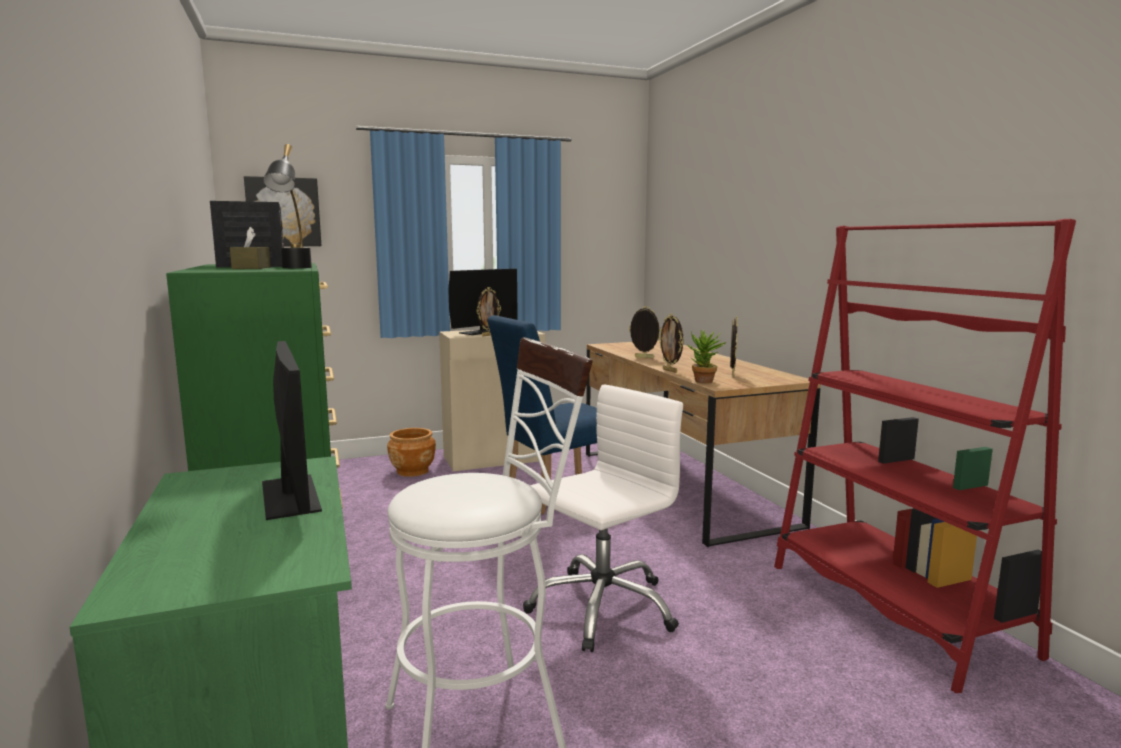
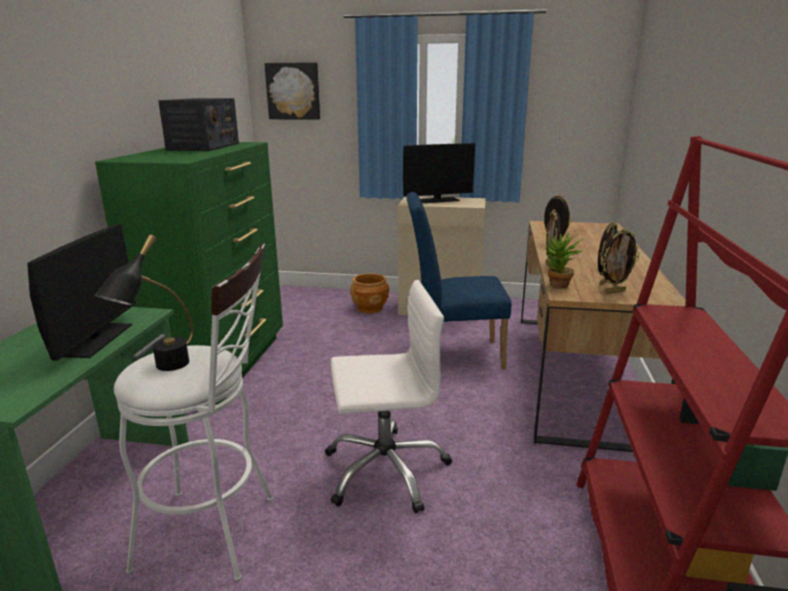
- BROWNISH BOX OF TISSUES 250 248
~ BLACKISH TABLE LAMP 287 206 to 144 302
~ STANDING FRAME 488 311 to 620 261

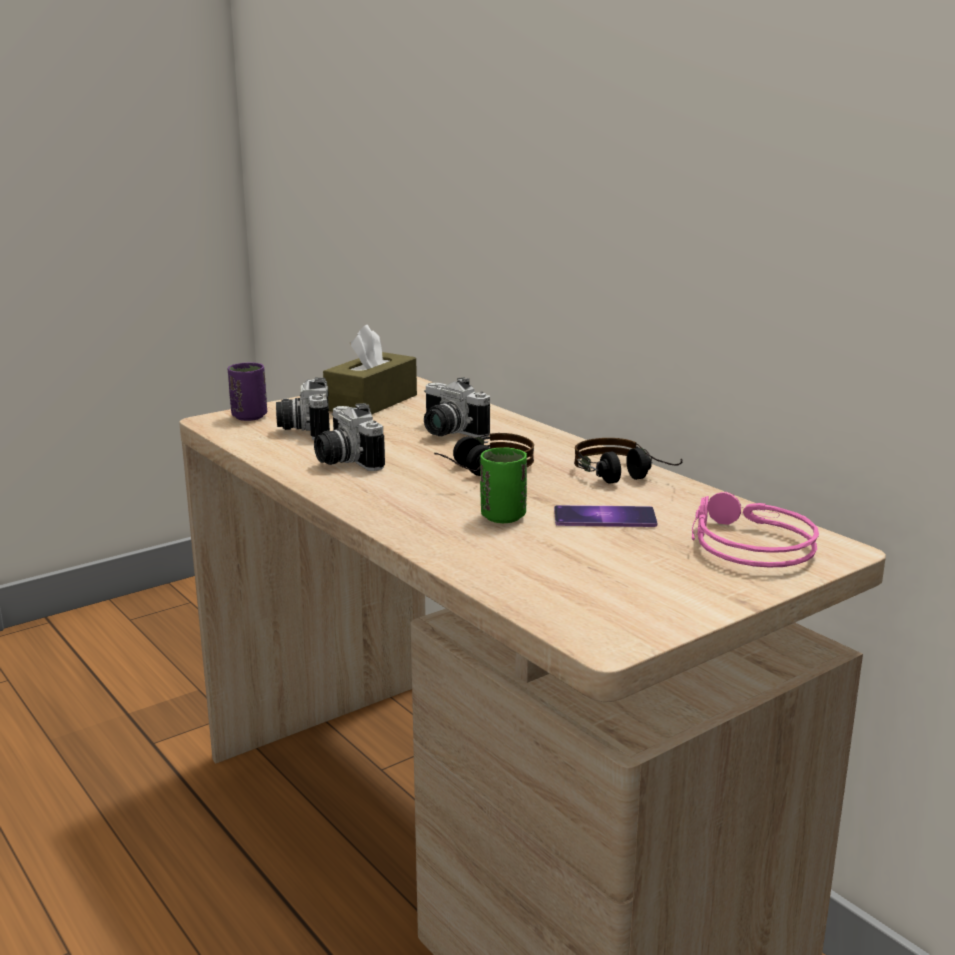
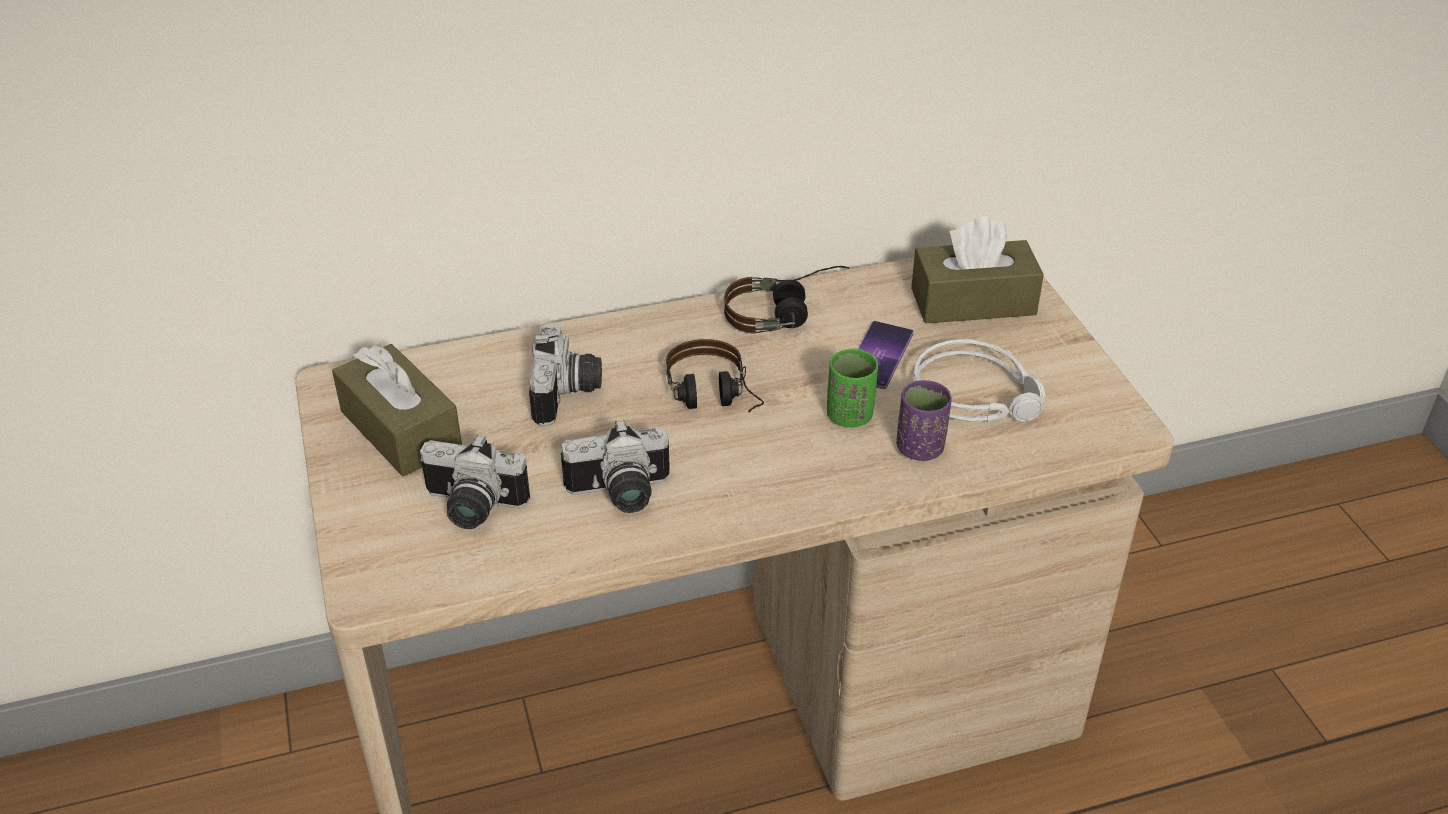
+ GRAY PAIR OF HEADPHONES 979 380
~ PURPLE CUP 247 392 to 924 420
~ PINK-COLOURED PAIR OF HEADPHONES 755 529 to BROWNISH BOX OF TISSUES 977 270
~ PHOTO CAMERA 457 407 = 565 375 60 degrees counterclockwise

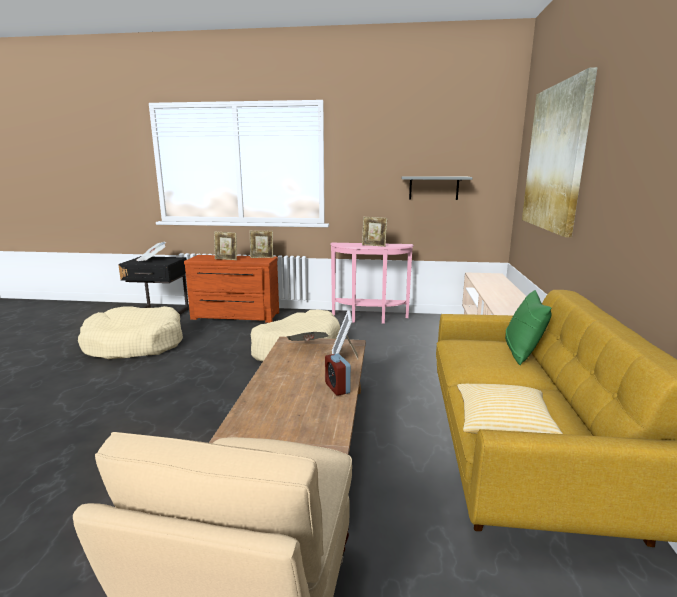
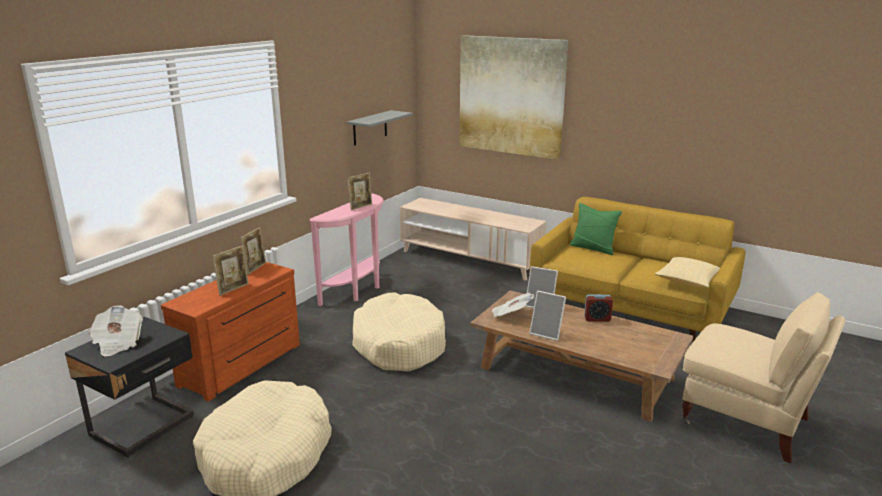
+ STANDING FRAME 547 315

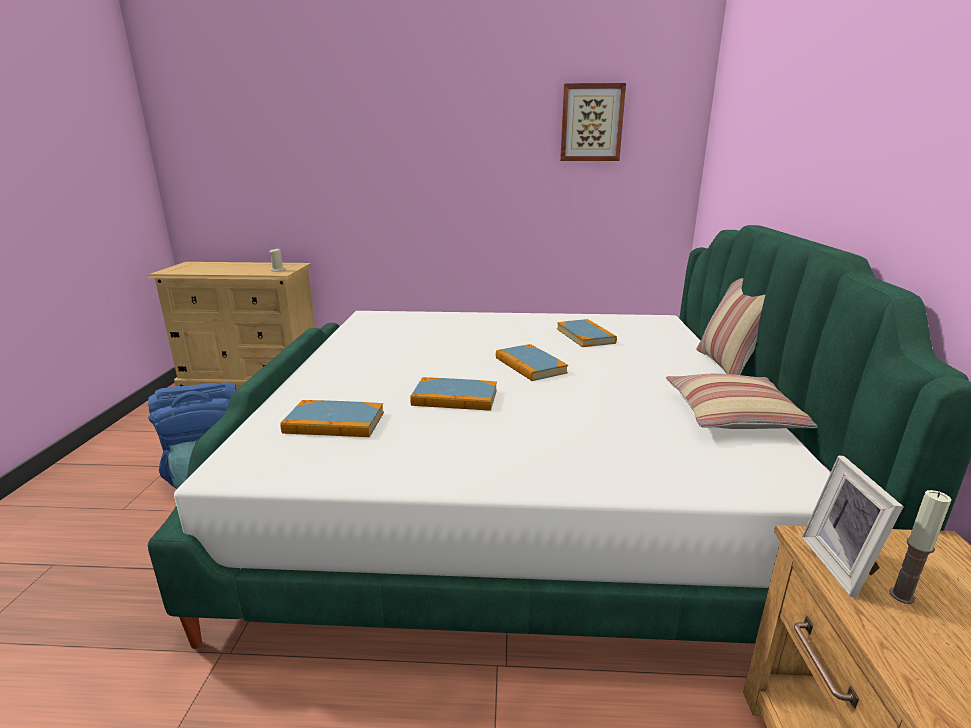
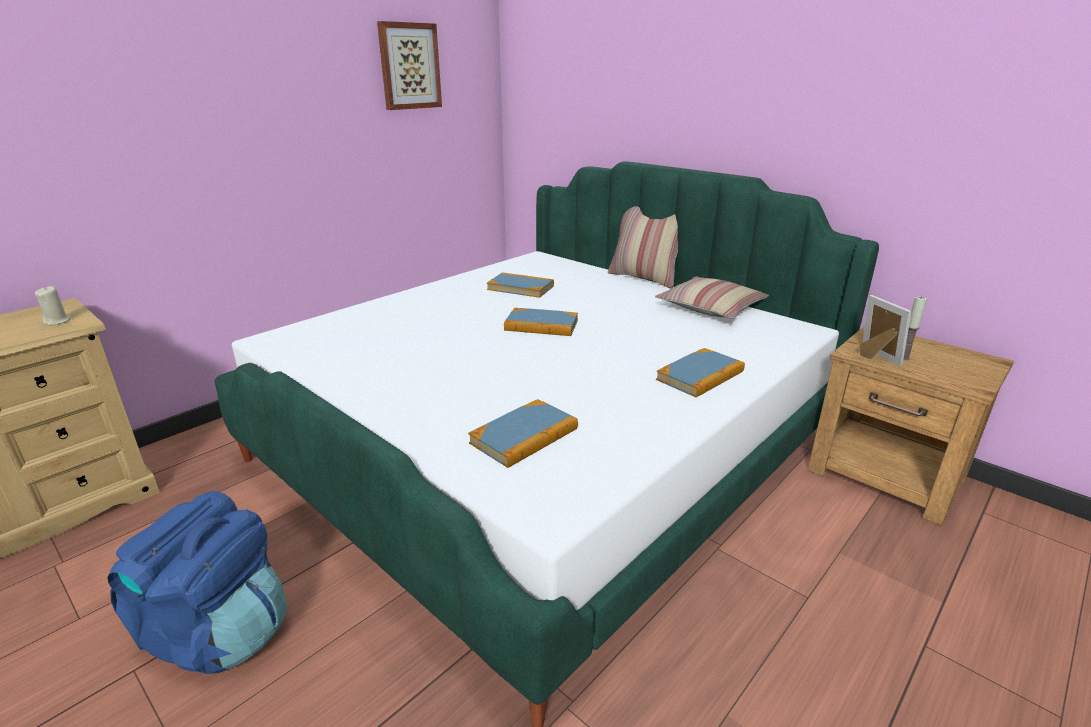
~ BOUND BOOK 453 394 to 700 373
~ STANDING FRAME 853 526 = 885 330 150 degrees counterclockwise

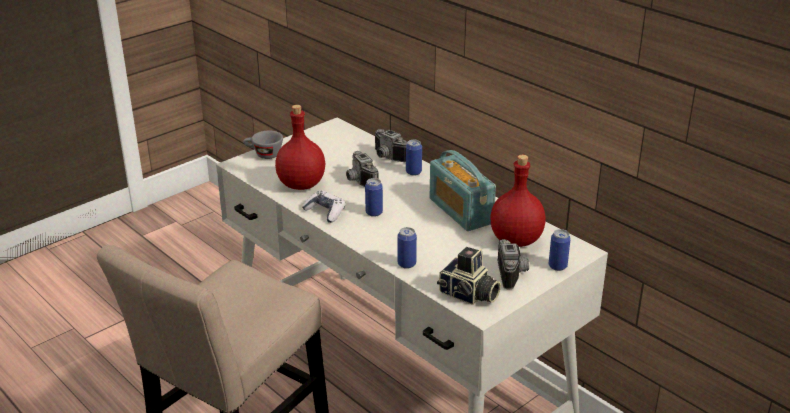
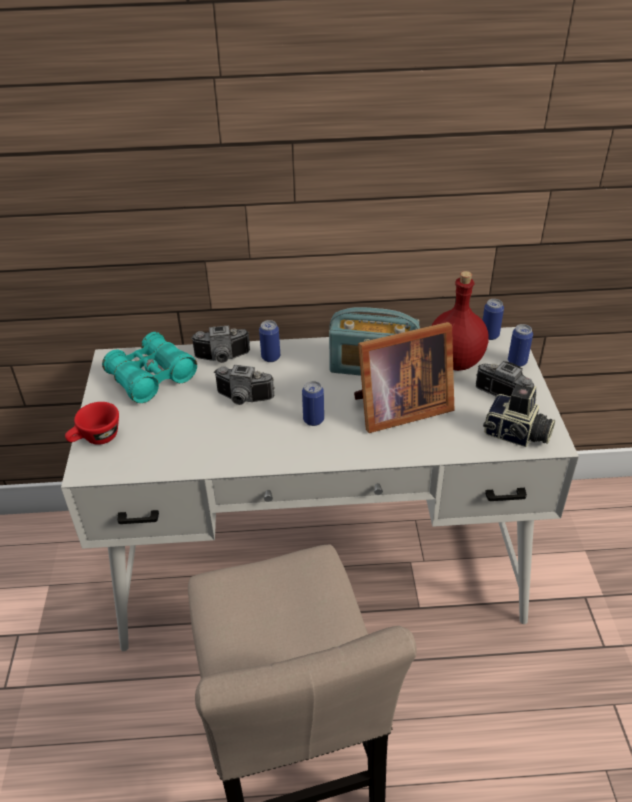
- RED-COLOURED BOTTLE 300 147
- GAME CONTROLLER 323 207
+ TURQUOISE-COLOURED FIELD GLASSES 149 367
+ STANDING FRAME 404 377
~ METAL CAN 407 248 to 493 319
~ GRAY CUP 263 145 to RED-COLOURED CUP 92 423
~ PHOTO CAMERA 469 276 = 519 415 45 degrees clockwise

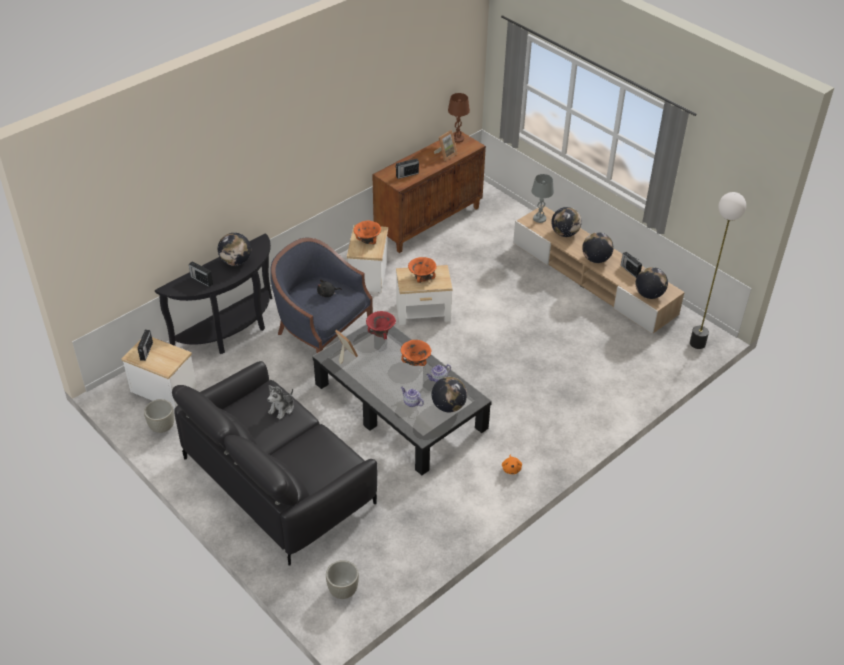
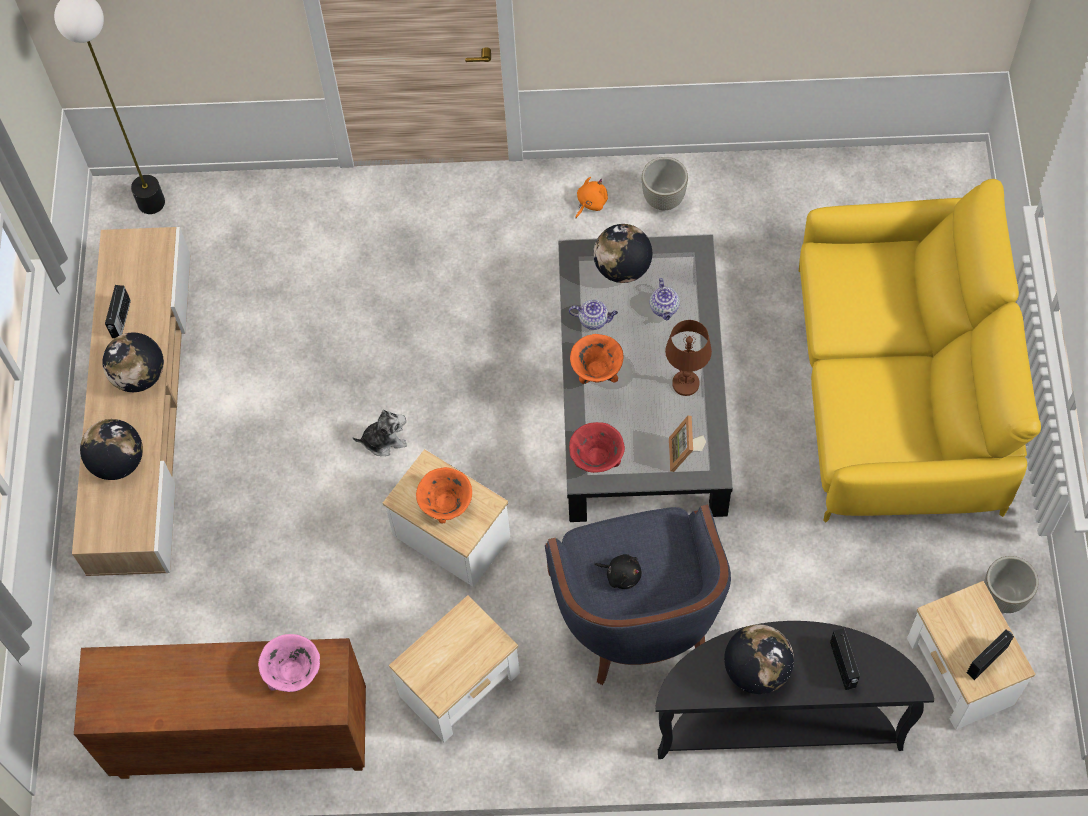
- ORANGE SERVING BOWL 367 233
- STANDING FRAME 445 145
- GRAY TABLE LAMP 543 198
- DESK GLOBE 652 283
~ SOFT TOY 280 402 to 380 433
~ GRAY PLANTER 342 579 to 665 183
~ BROWNISH TABLE LAMP 459 118 to 688 358
~ RADIO SET 407 168 to PINK-COLOURED SERVING BOWL 289 663
~ BLACKISH SETTEE 274 463 to YELLOW-COLOURED SETTEE 920 350

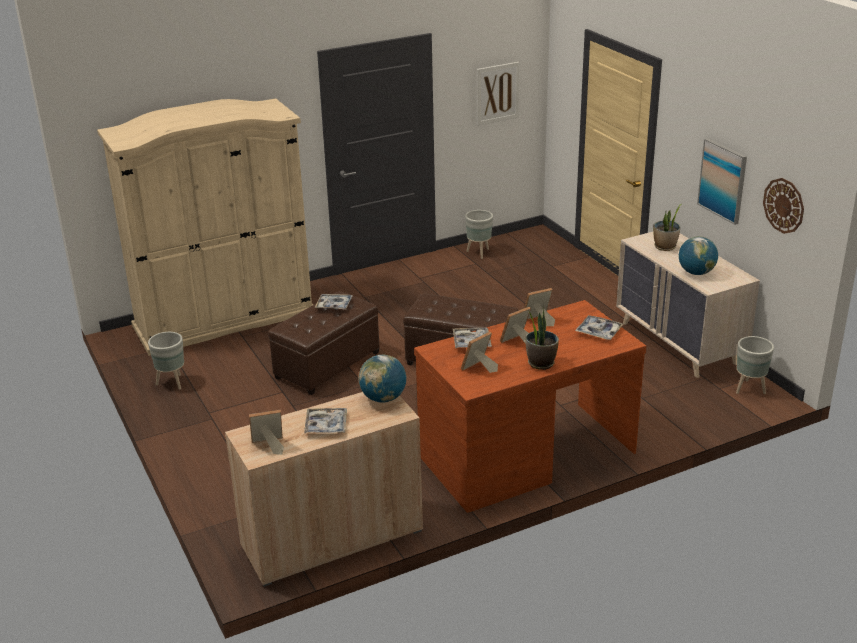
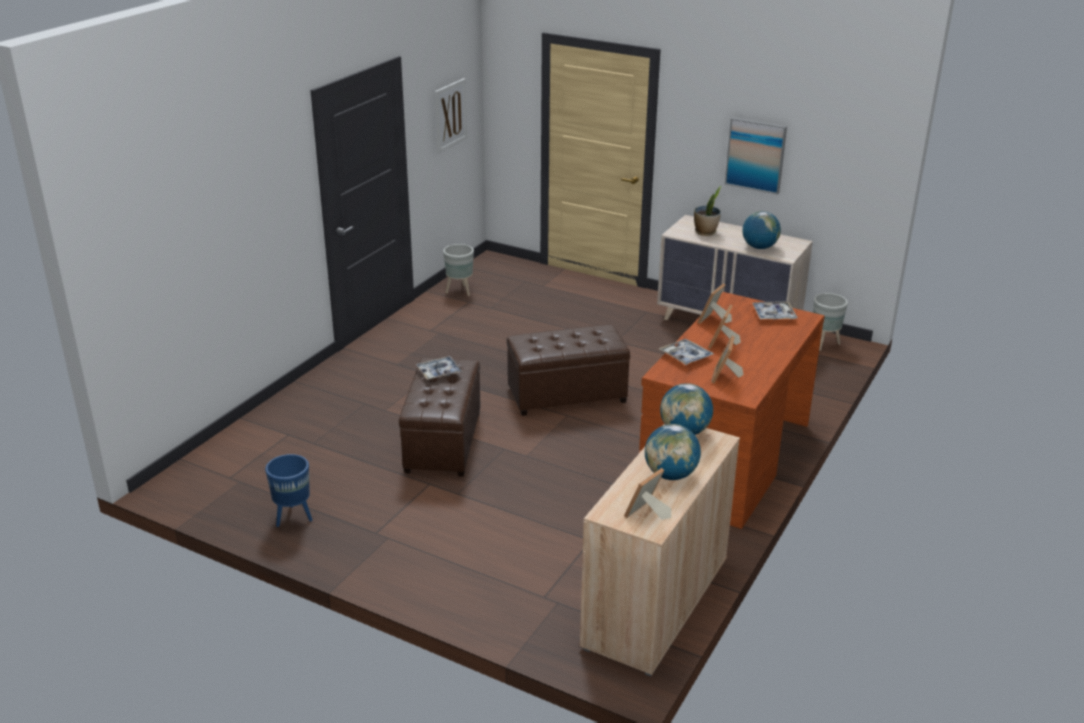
- BEIGE CLOTHES CUPBOARD 205 227
- PLANT IN A POT 542 339
- HANGING CLOCK 783 206
~ TRAY 325 420 to DESK GLOBE 673 452
~ GRAY PLANTER 166 361 to BLUE PLANTER 289 490

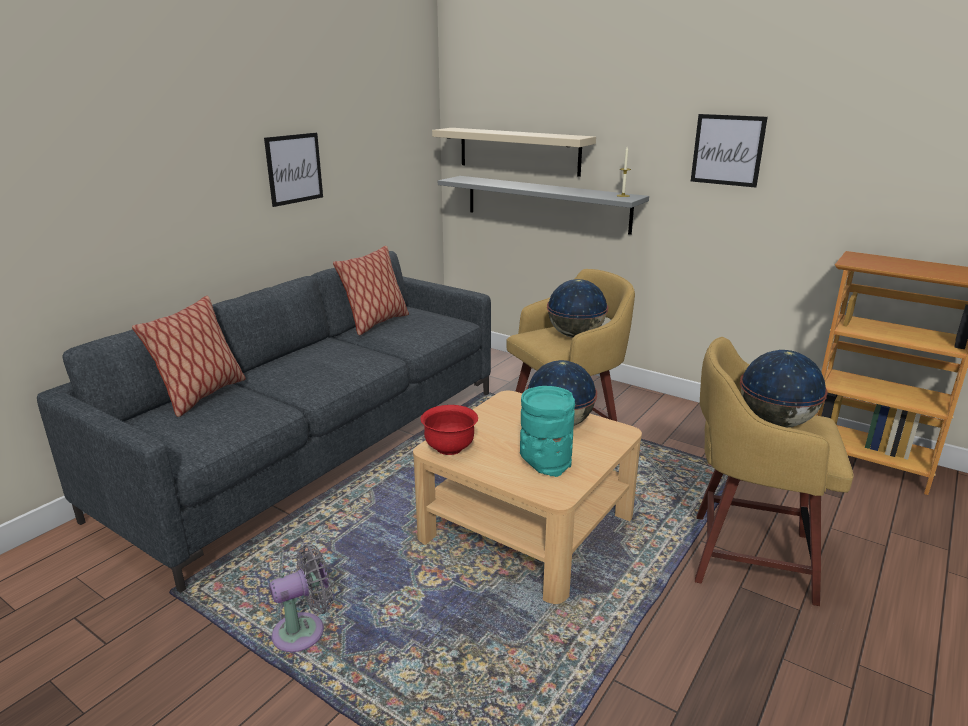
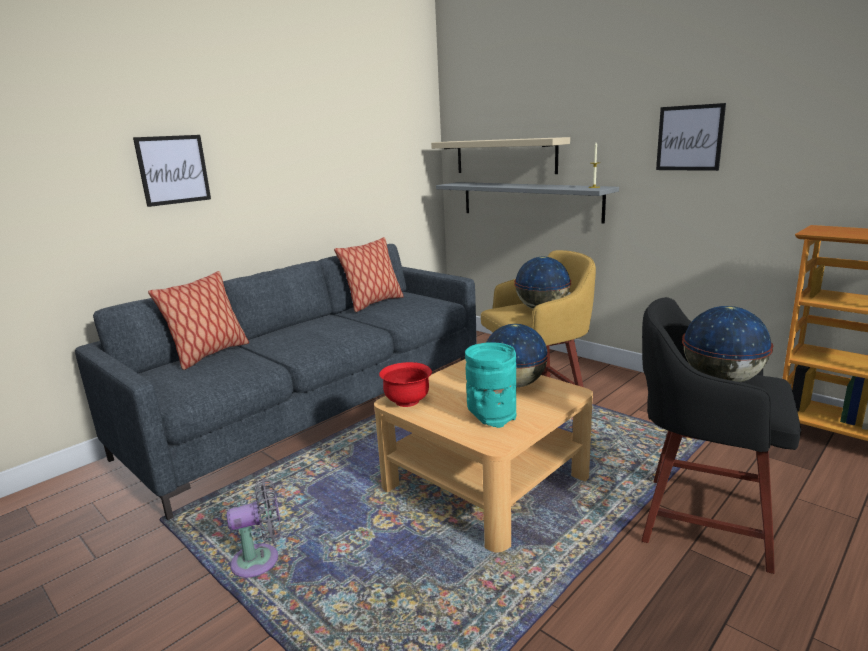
~ WALL ART 293 170 to 172 171
~ YELLOW-COLOURED SITTING STOOL 774 471 to BLACKISH SITTING STOOL 721 435

